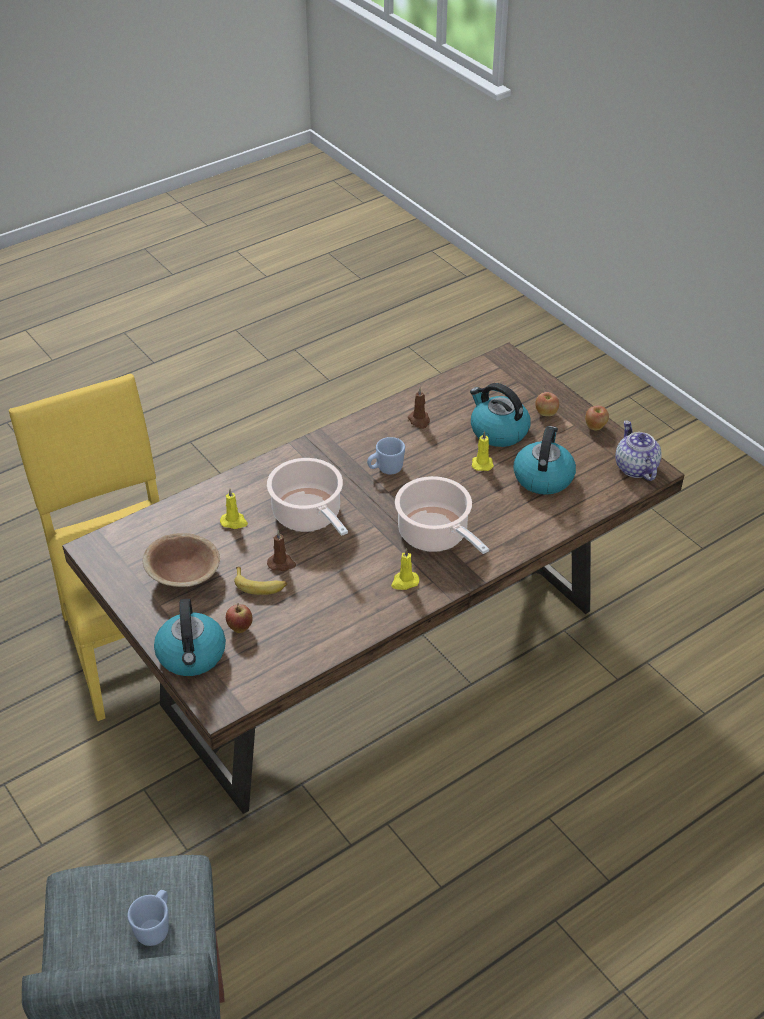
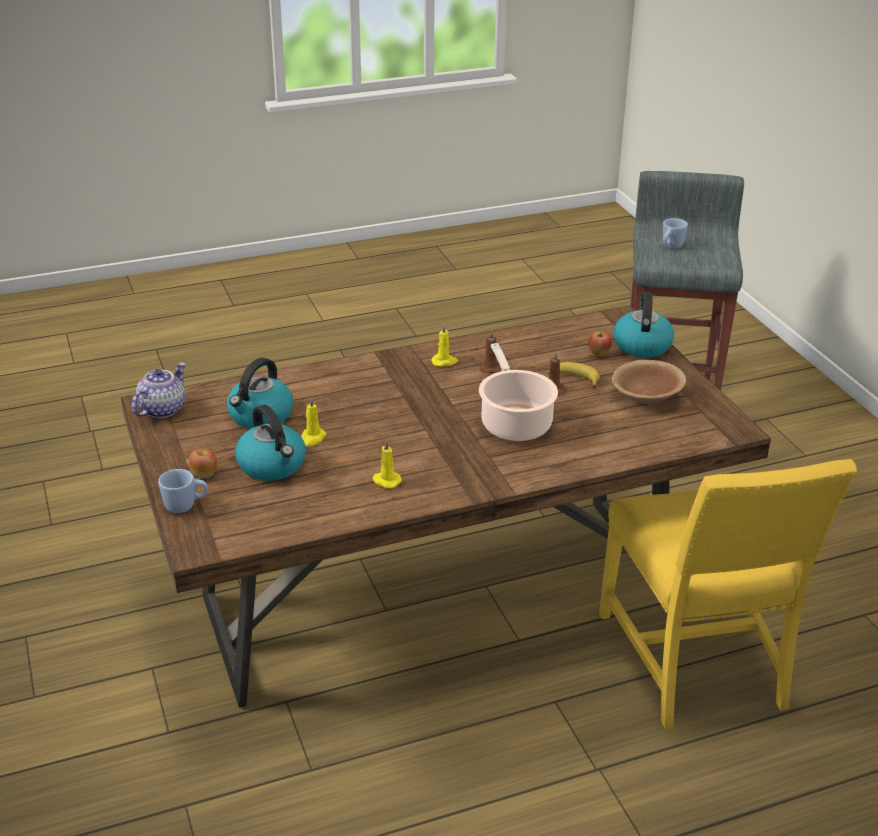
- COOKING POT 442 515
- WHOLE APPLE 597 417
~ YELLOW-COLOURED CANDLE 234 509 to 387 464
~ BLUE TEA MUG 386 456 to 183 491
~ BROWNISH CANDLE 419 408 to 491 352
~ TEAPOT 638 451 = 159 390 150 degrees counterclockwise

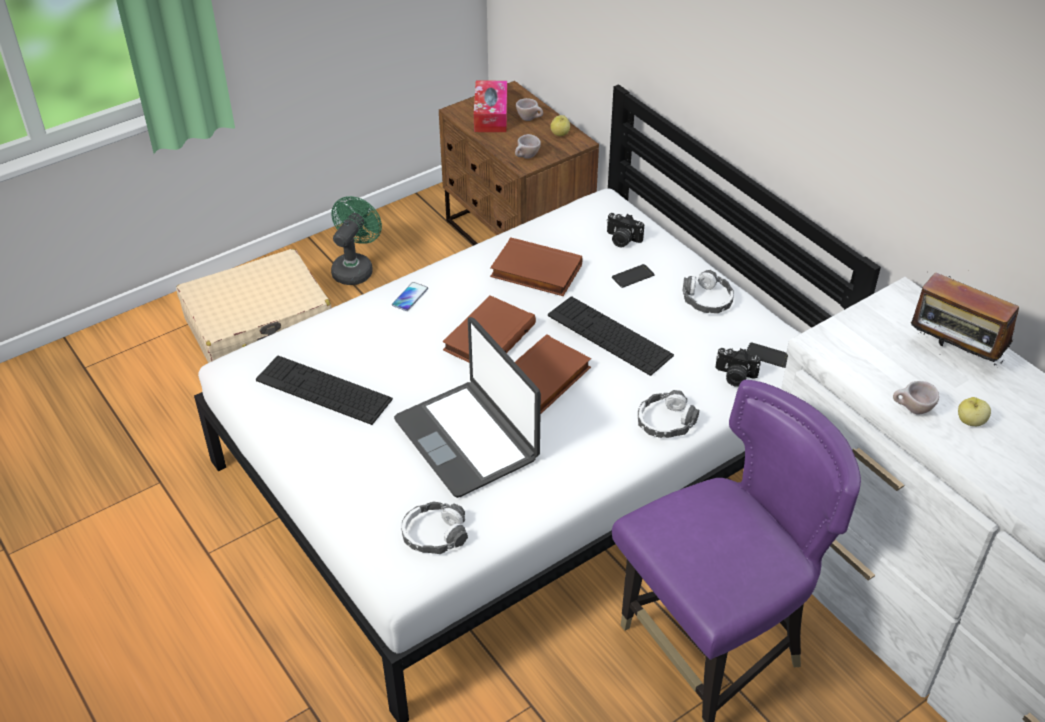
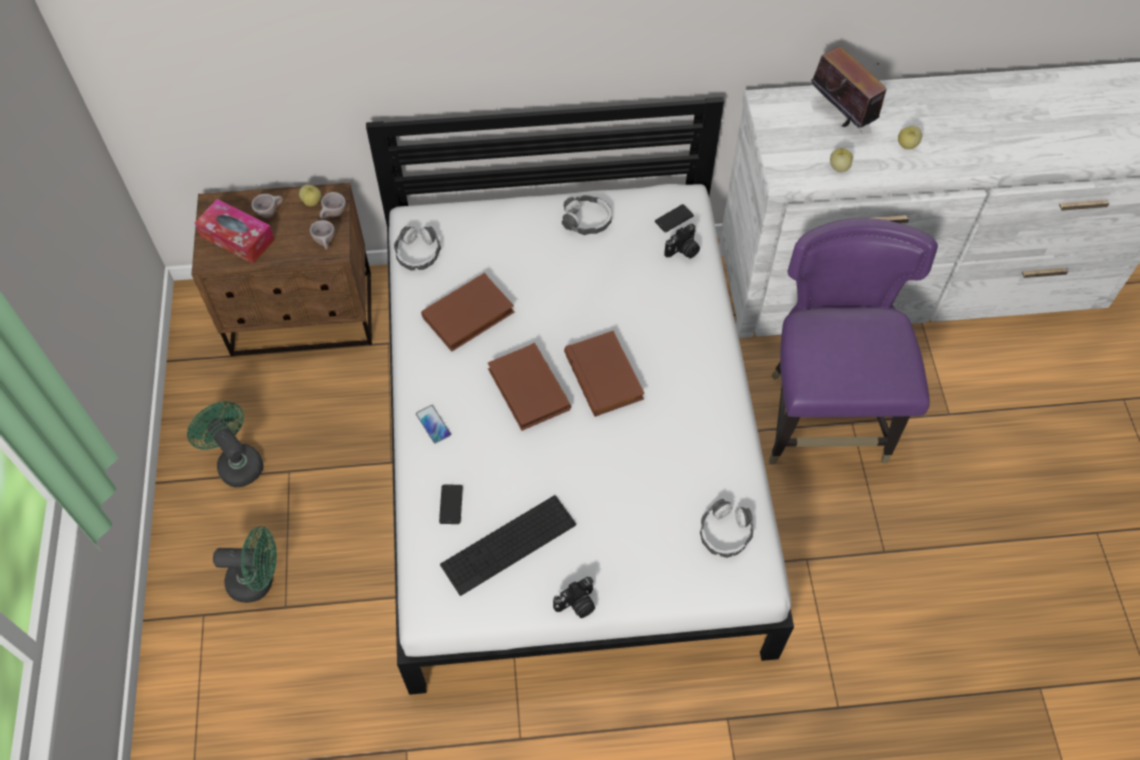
- PORTABLE COMPUTER 467 407
- KEYBOARD 611 336
+ WHOLE APPLE 841 160
~ PHOTO CAMERA 625 230 to 574 597
~ PHONE 633 276 to 451 504
~ PAIR OF HEADPHONES 668 414 to 417 248
~ BEIGE CUP 916 398 to 333 205
~ BEIGE SUITCASE 254 306 to GREEN FAN 245 564
~ RADIO SET 965 318 = 848 90 105 degrees counterclockwise

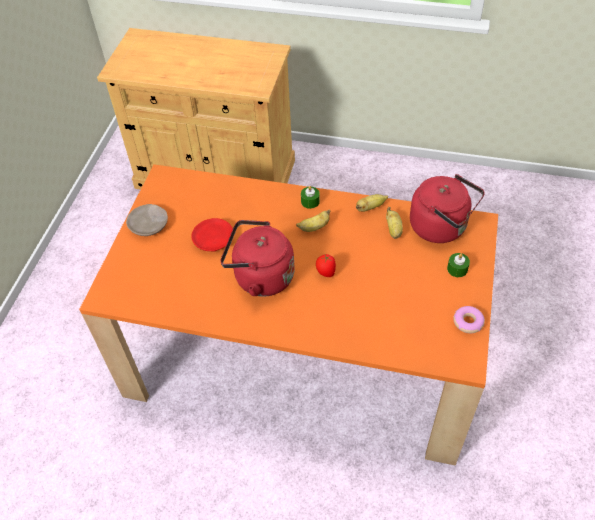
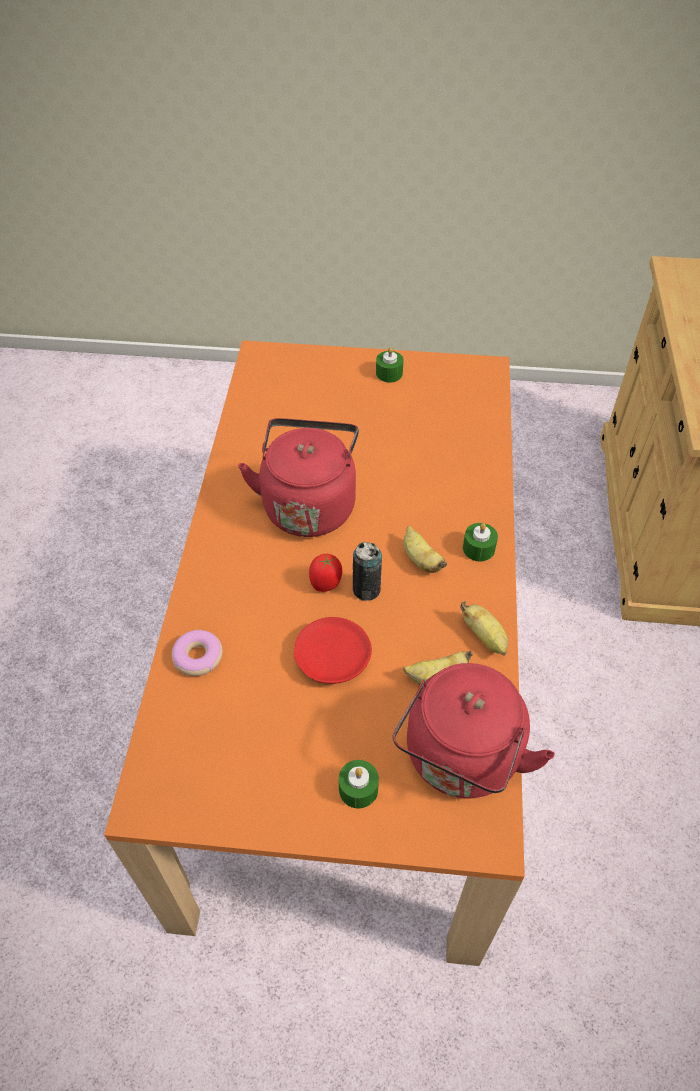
+ METAL CAN 367 571
~ RED-COLOURED DINNER PLATE 212 234 to 333 650
~ DONUT 469 319 to 197 653
~ BEIGE DINNER PLATE 147 220 to GREEN CANDLE 390 365

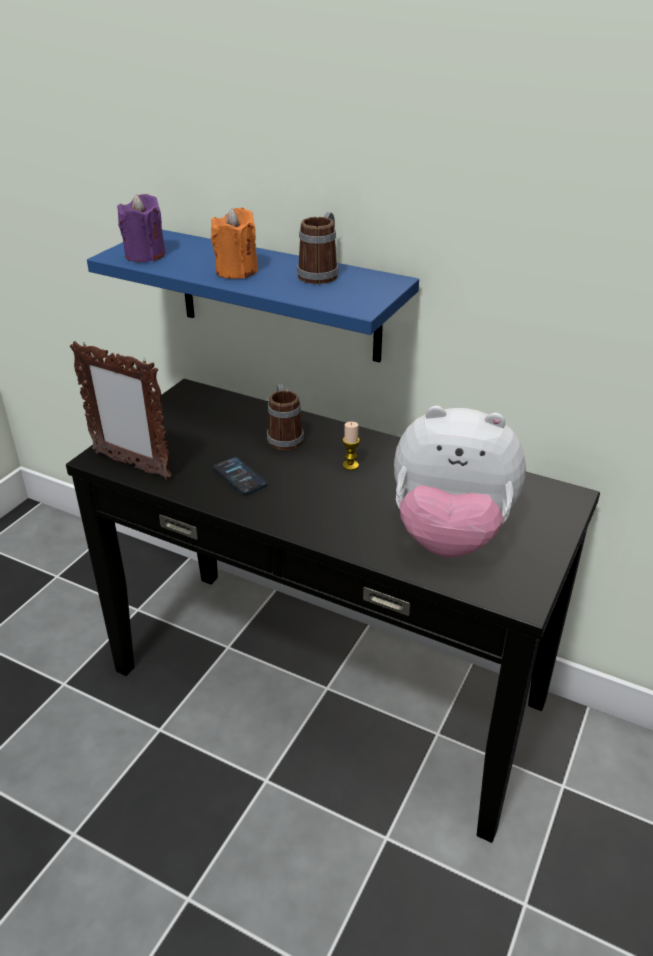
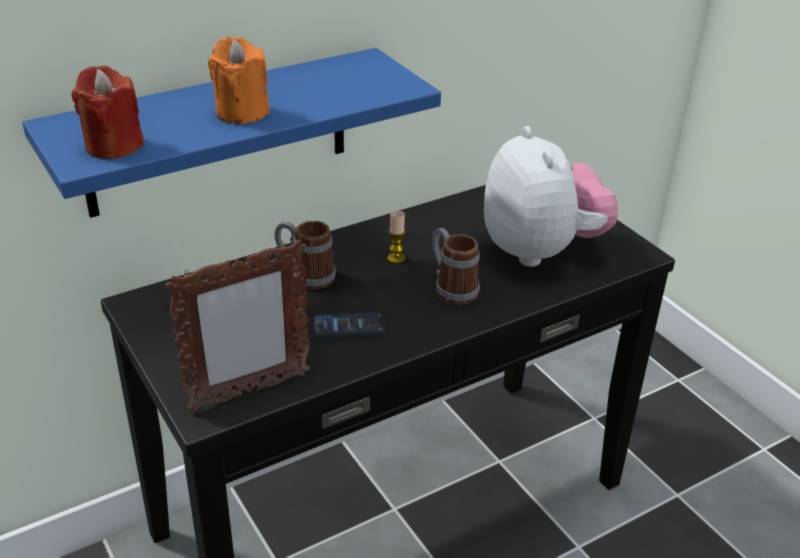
~ TEA MUG 318 248 to 456 266
~ PURPLE CANDLE 141 228 to RED-COLOURED CANDLE 107 112
~ SOFT TOY 460 481 = 551 196 60 degrees counterclockwise

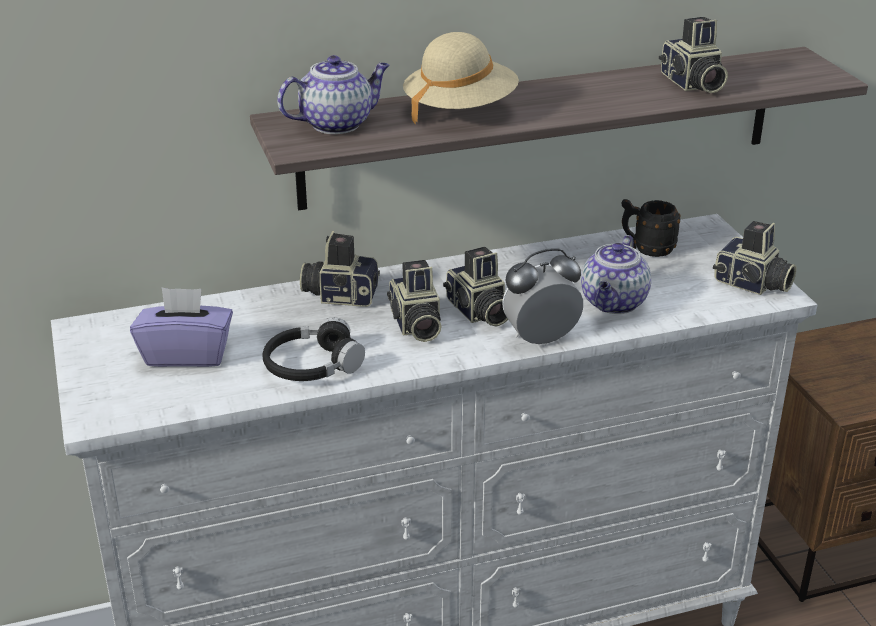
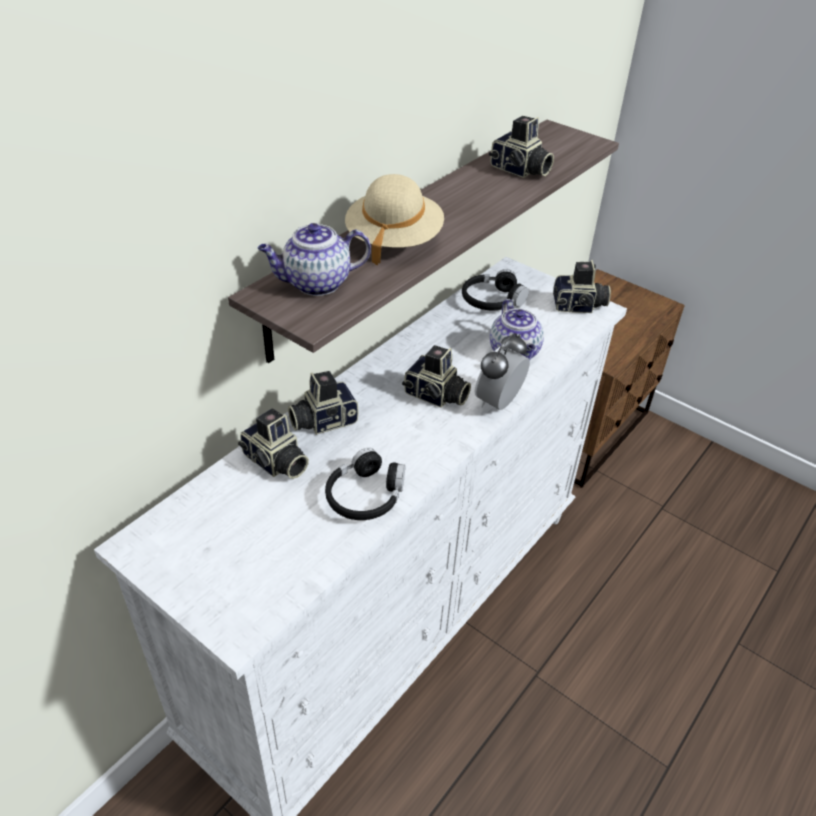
- PURPLE BOX OF TISSUES 181 327
~ PHOTO CAMERA 414 301 to 273 443
~ BLACKISH TEA MUG 651 228 to BLACKISH PAIR OF HEADPHONES 495 289
~ TEAPOT 333 94 = 314 259 135 degrees counterclockwise

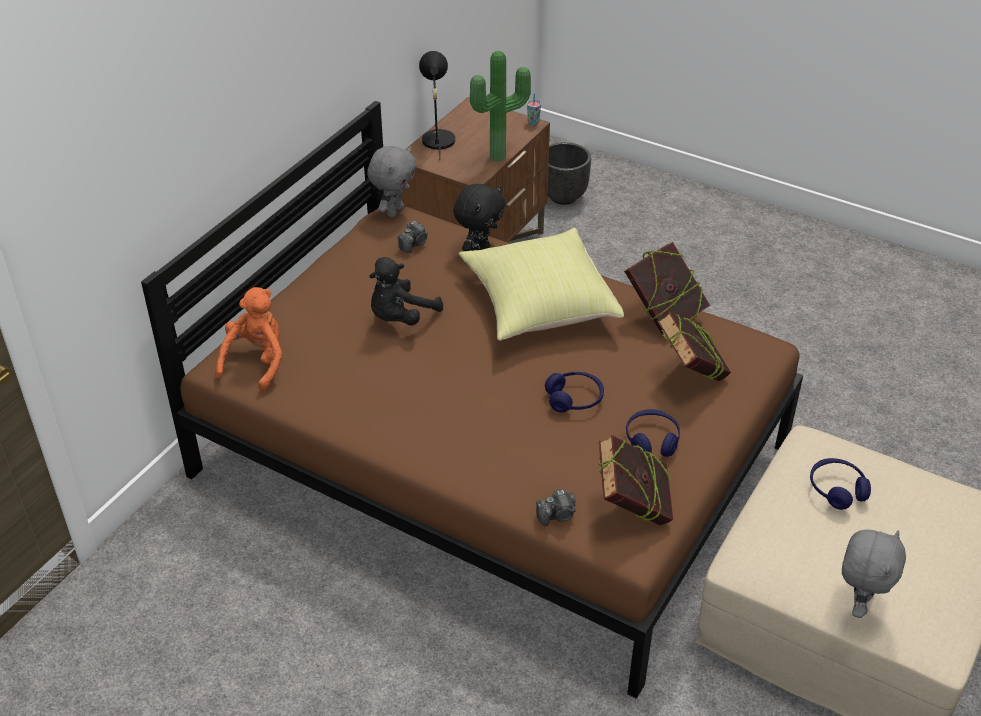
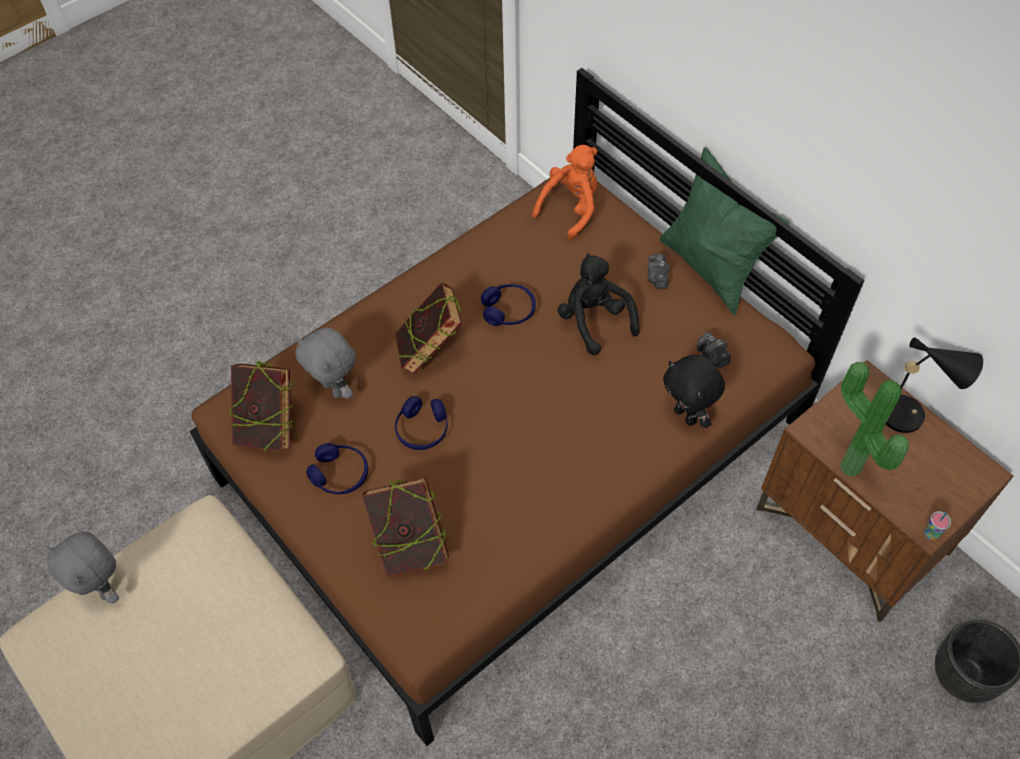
- YELLOW-COLOURED CUSHION 541 284
+ GREEN CUSHION 724 231
~ GRAY SOFT TOY 391 181 to 325 363
~ PHOTO CAMERA 556 507 to 659 271
~ BOUND BOOK 667 288 to 428 328
~ BLUE PAIR OF HEADPHONES 840 484 to 508 305
~ ORANGE SOFT TOY 248 339 = 564 192 90 degrees counterclockwise

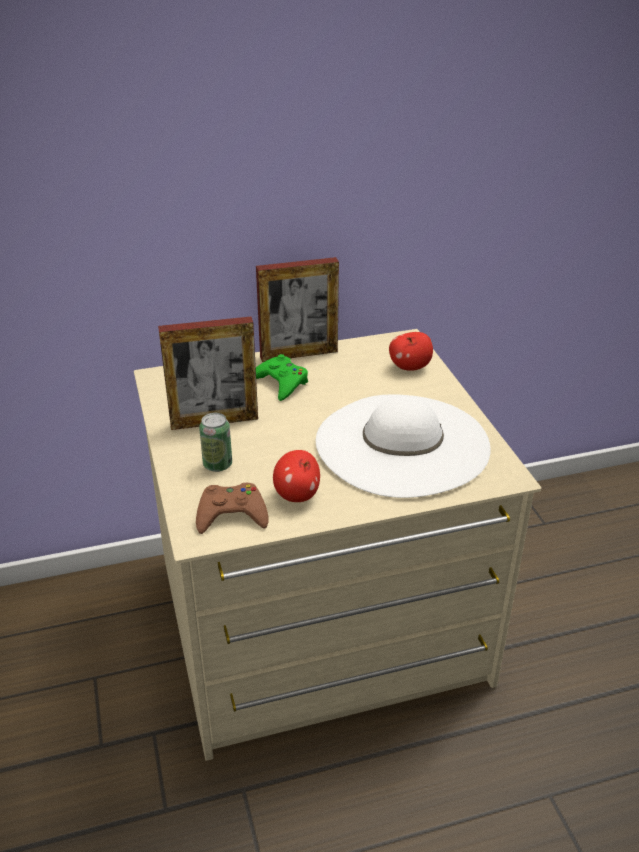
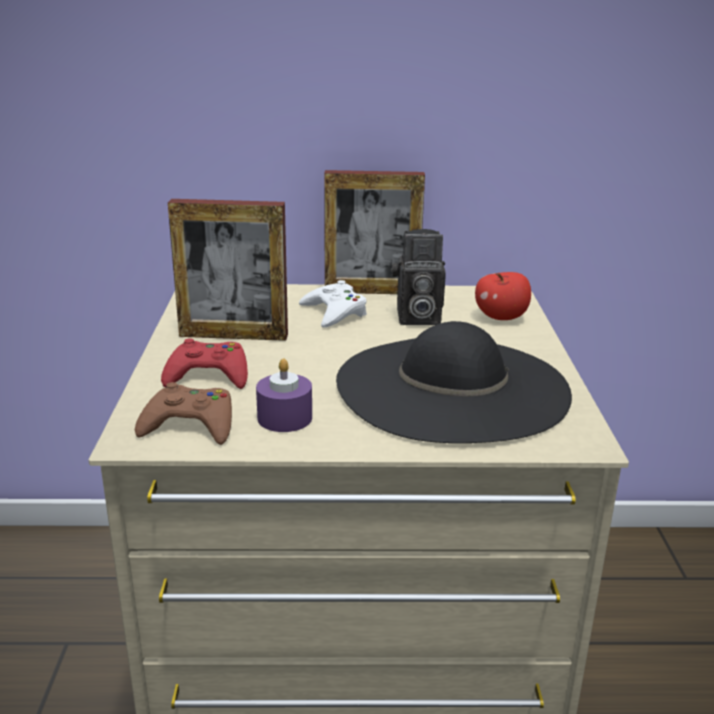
+ PHOTO CAMERA 419 277
~ METAL CAN 215 442 to RED-COLOURED GAME CONTROLLER 204 364
~ WHOLE APPLE 296 476 to PURPLE CANDLE 284 395
~ GREEN GAME CONTROLLER 282 377 to WHITE GAME CONTROLLER 333 304
~ WHITE WEARABLE HAT 403 446 to BLACKISH WEARABLE HAT 454 382

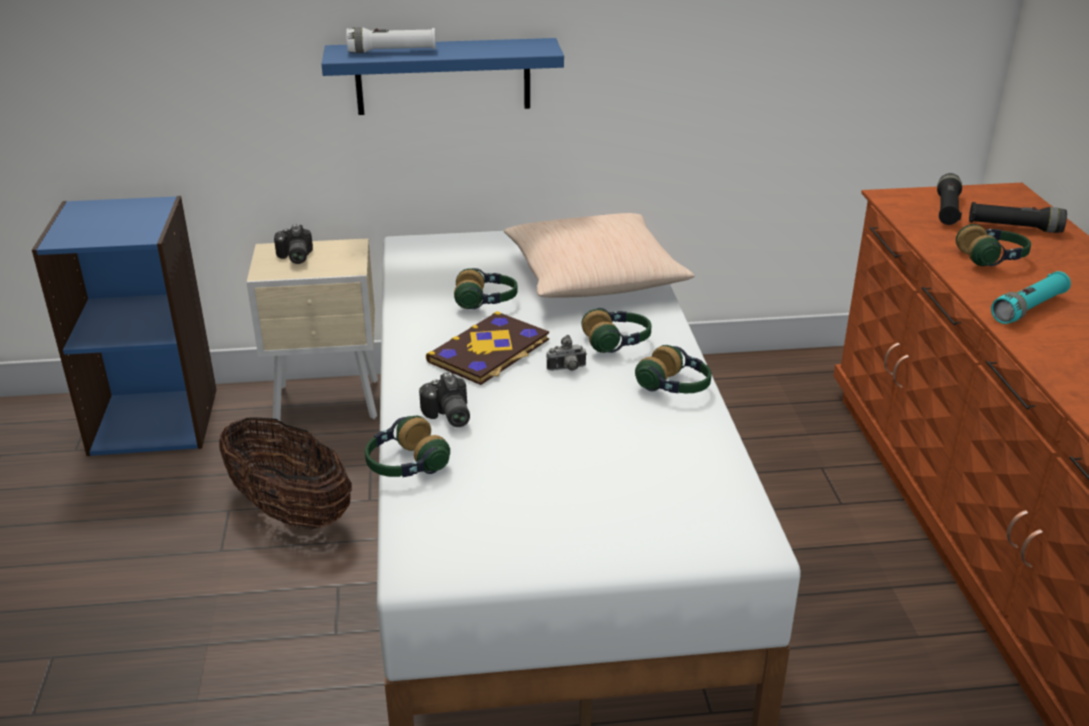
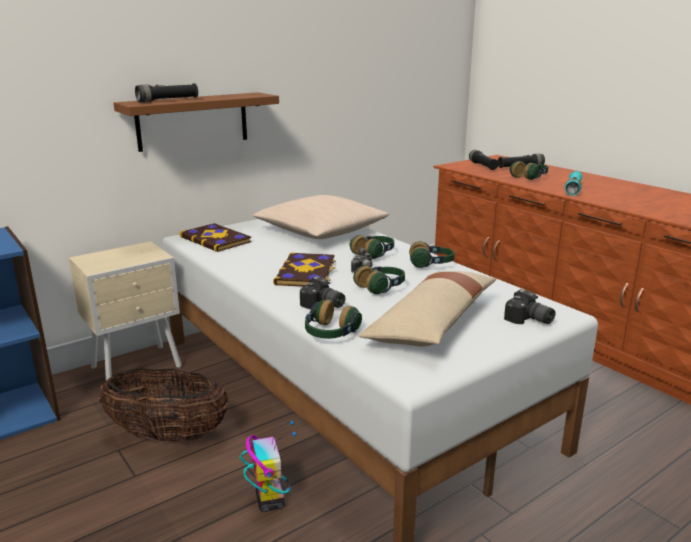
+ BOUND BOOK 215 237
+ TOY ROBOT 268 466
+ BEIGE CUSHION 427 309
~ PHOTO CAMERA 293 244 to 529 306
~ PAIR OF HEADPHONES 486 288 to 379 279
~ BLUE BRACKET SHELF 442 76 to BROWNISH BRACKET SHELF 196 122
~ WHITE HAND TORCH 391 40 to BLACKISH HAND TORCH 166 93

